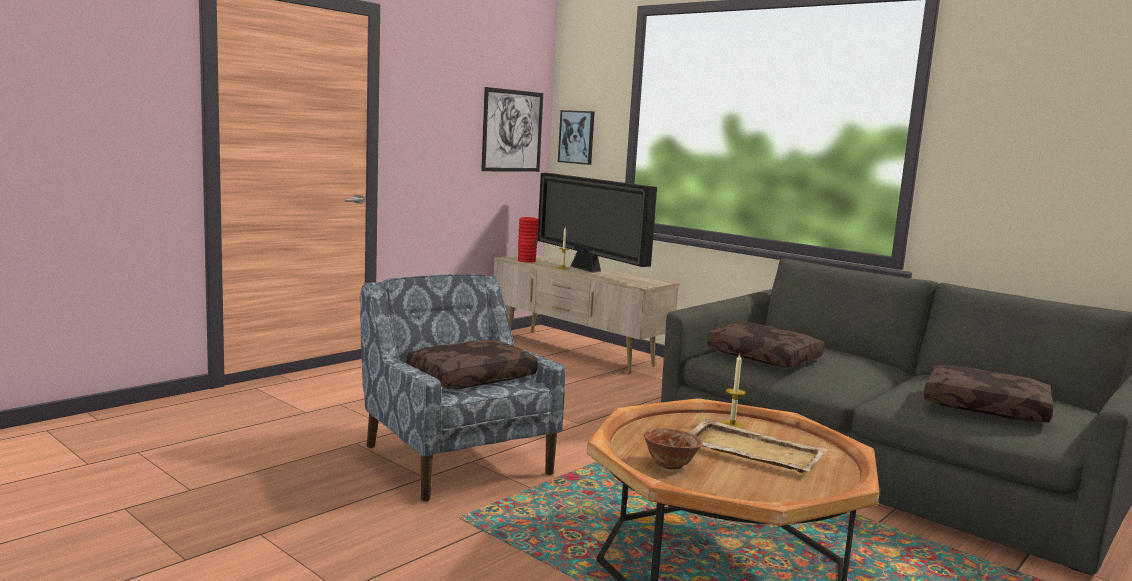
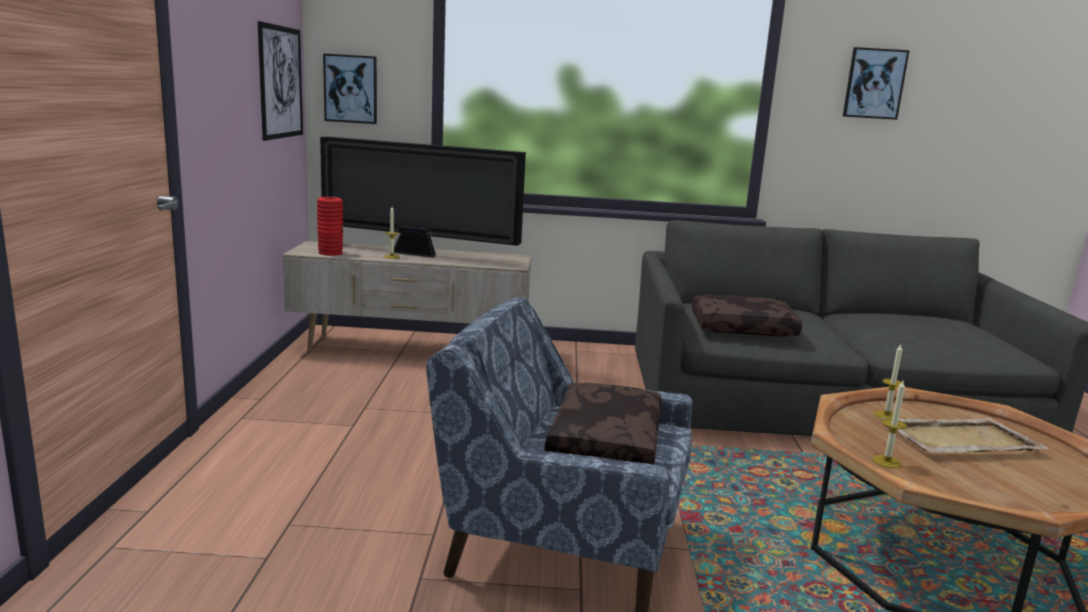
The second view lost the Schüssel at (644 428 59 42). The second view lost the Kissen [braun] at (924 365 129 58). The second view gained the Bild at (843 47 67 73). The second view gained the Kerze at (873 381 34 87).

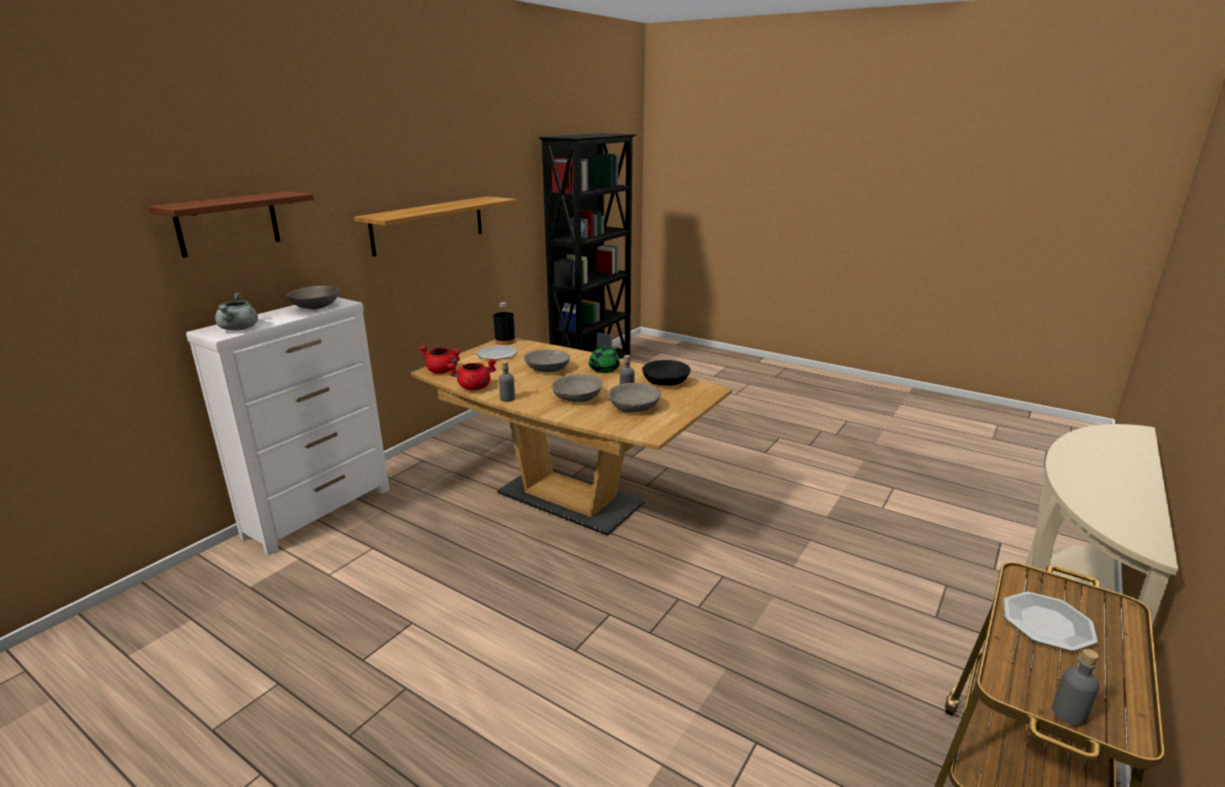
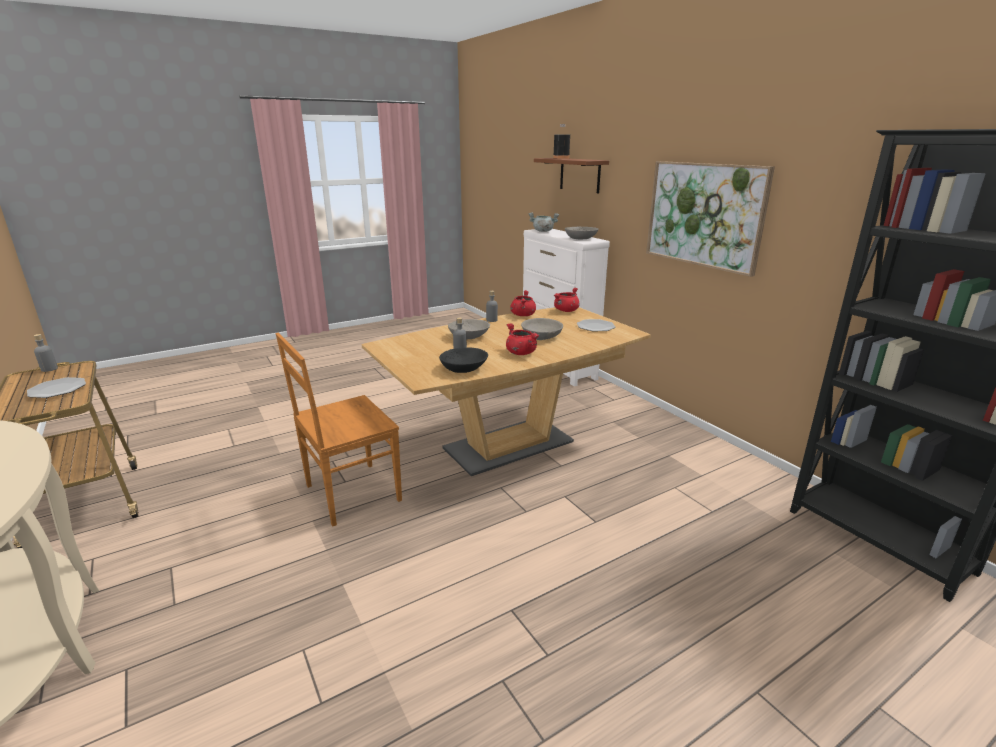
The second view lost the Schüssel [grau] at (608 383 53 29). The second view gained the Stuhl [braun] at (276 333 126 193). The Flasche [schwarz] ended up elsewhere, having gone from (493 302 23 43) to (553 124 17 35). Where the Wandregal hung at (354 196 163 61), the Bild came to hang at (646 161 129 116). Where the Teekanne [grün] stood at (589 346 31 27), the Kochtopf [rot] came to stand at (506 323 33 32).

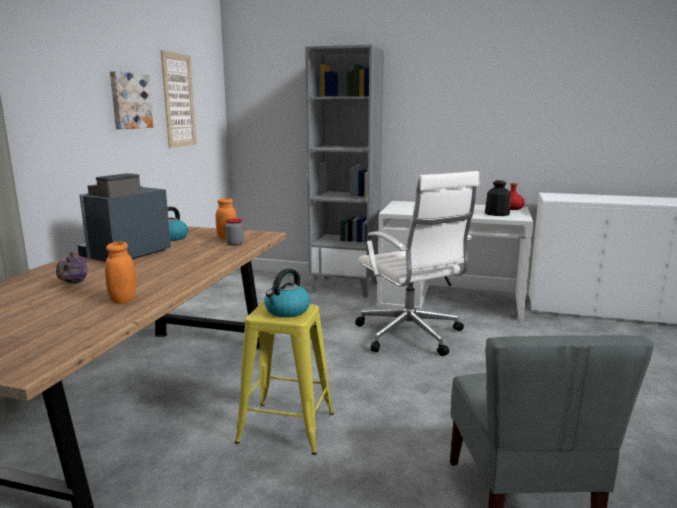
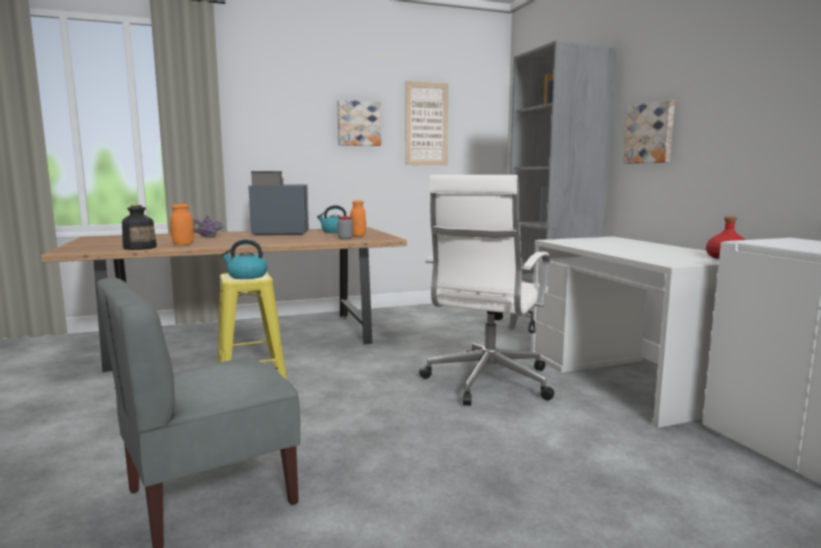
The second view gained the Bild at (623 100 52 64). The Flasche ended up elsewhere, having gone from (485 180 26 36) to (122 205 35 45).

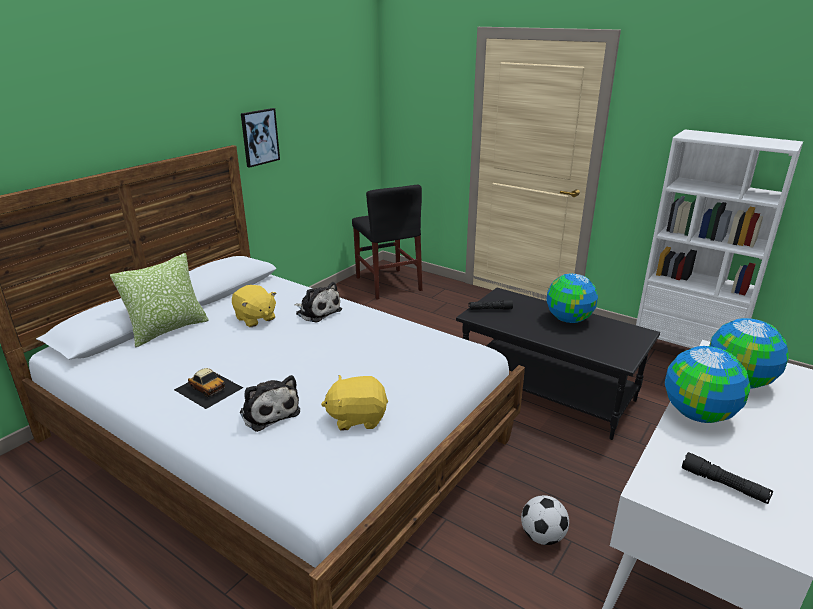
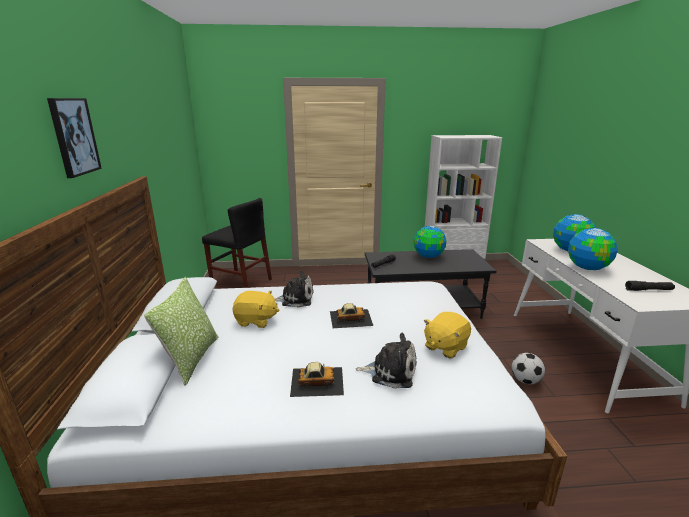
The second view gained the Spielzeugauto at (330 303 43 25). The Bild ended up elsewhere, having gone from (241 108 39 60) to (47 98 55 80).

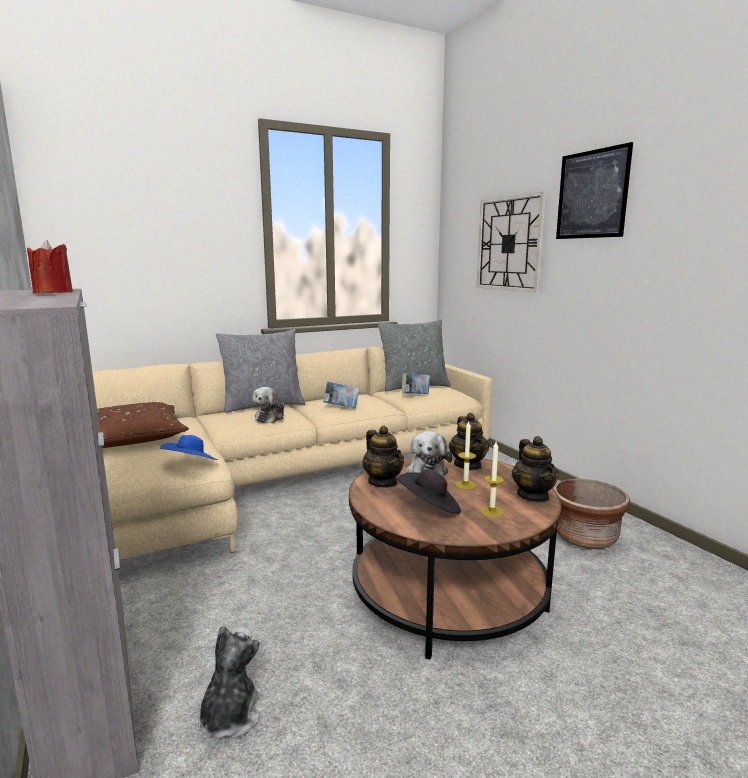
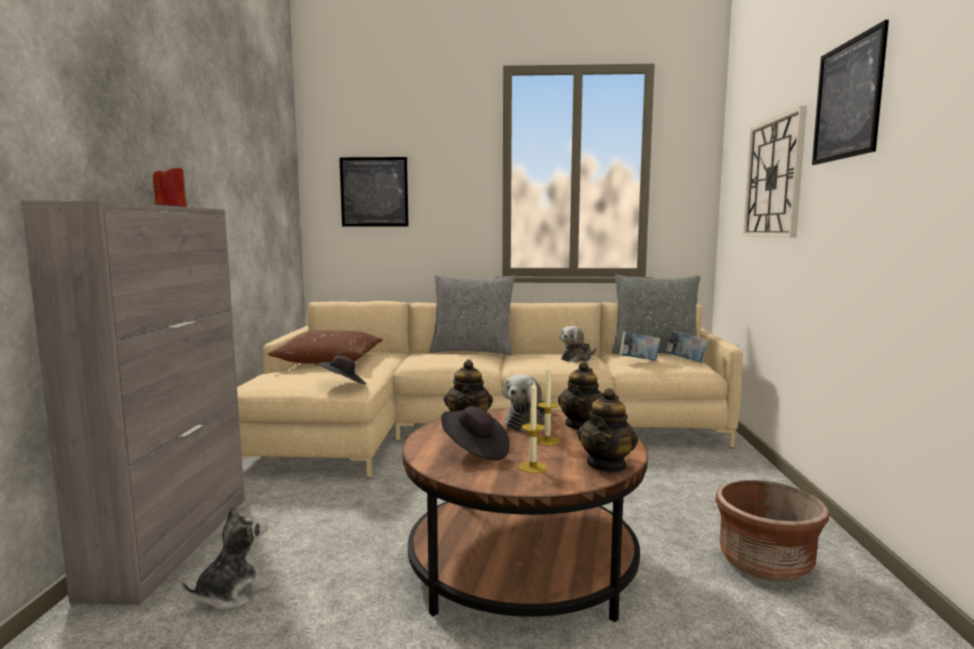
The second view gained the Bild at (339 157 70 69). The Plüschtier ended up elsewhere, having gone from (253 387 32 36) to (560 326 36 37). The Buch ended up elsewhere, having gone from (323 381 37 27) to (666 330 43 33). What was the Hut [blau] at (160 435 58 25) turned into the Hut [schwarz] at (315 355 51 29).

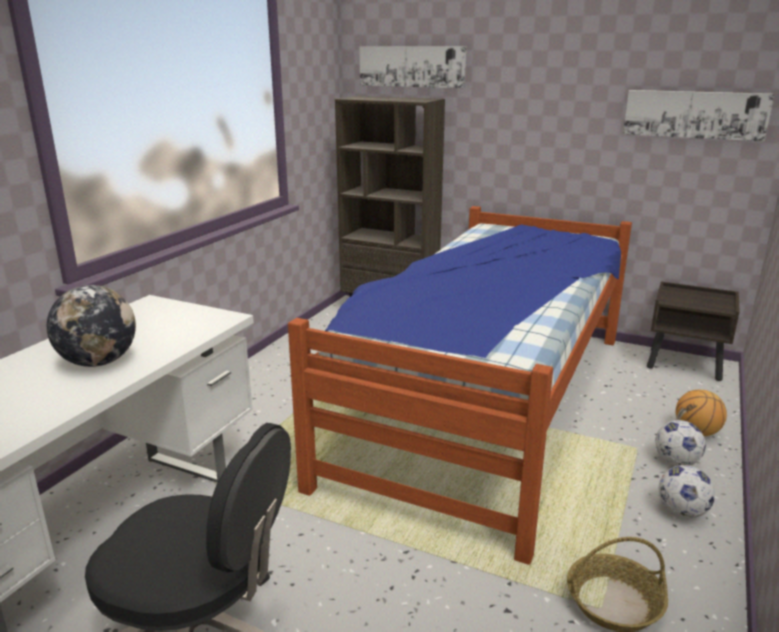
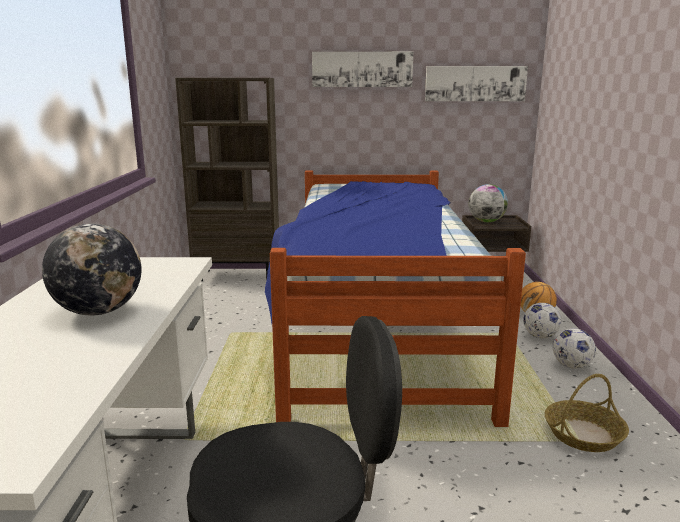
The second view gained the Globus at (469 184 39 38). The Bild ended up elsewhere, having gone from (359 46 107 42) to (312 52 101 35).

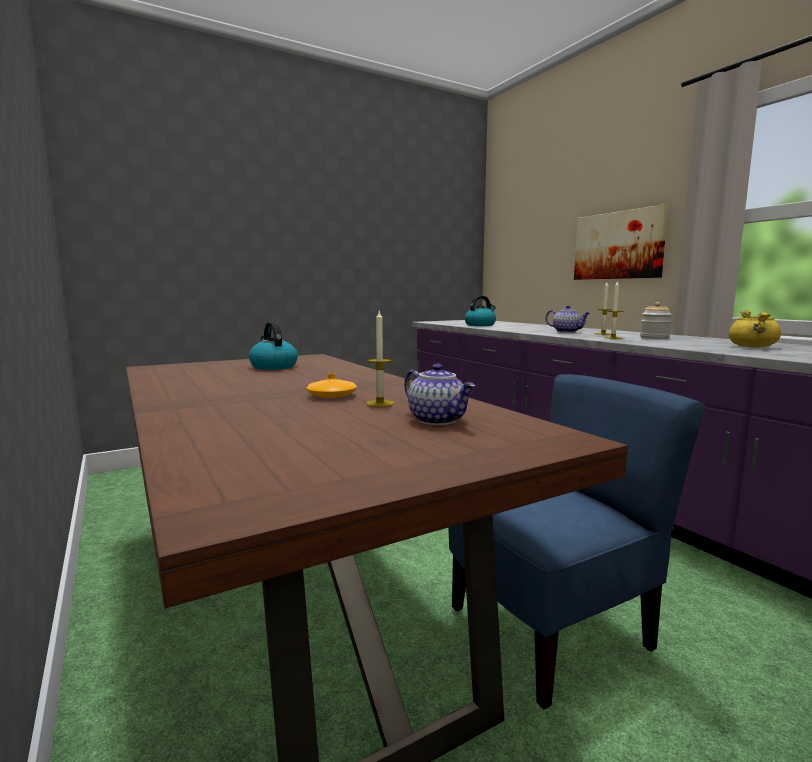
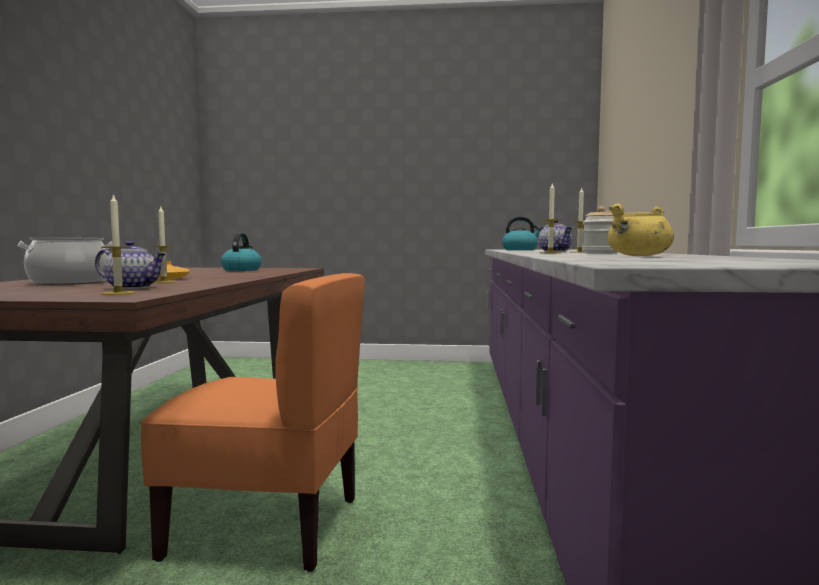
The second view lost the Bild at (574 204 94 76). The second view gained the Kochtopf at (17 237 95 48). The second view gained the Kerze at (101 193 35 102). What was the Stuhl [blau] at (448 374 257 336) turned into the Stuhl [orange] at (140 273 225 299). The Teekanne at (405 364 70 61) ended up facing another way, 75 degrees counterclockwise from before.

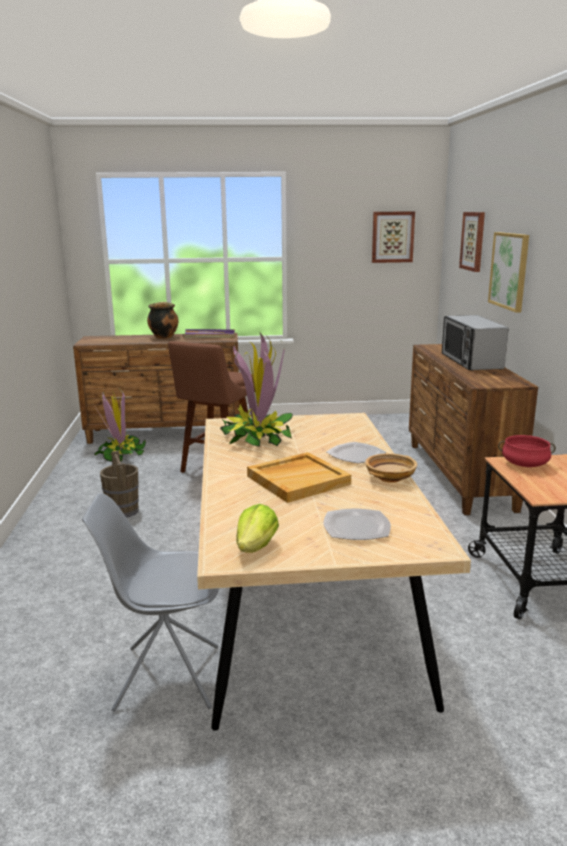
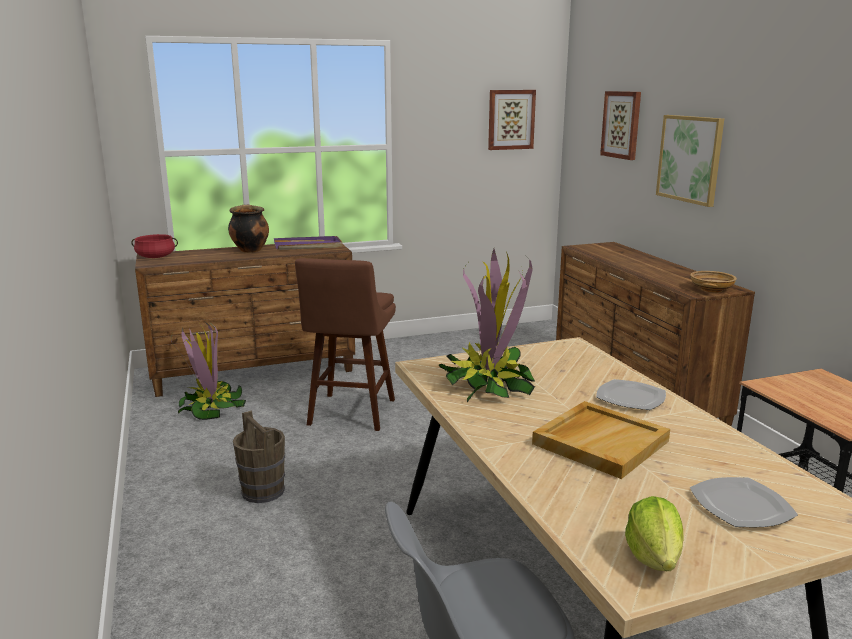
The second view lost the Mikrowelle at (442 315 67 56). The Schüssel [beige] ended up elsewhere, having gone from (365 453 52 30) to (690 271 47 22). The Kochtopf [rot] ended up elsewhere, having gone from (498 435 58 32) to (131 234 47 24).

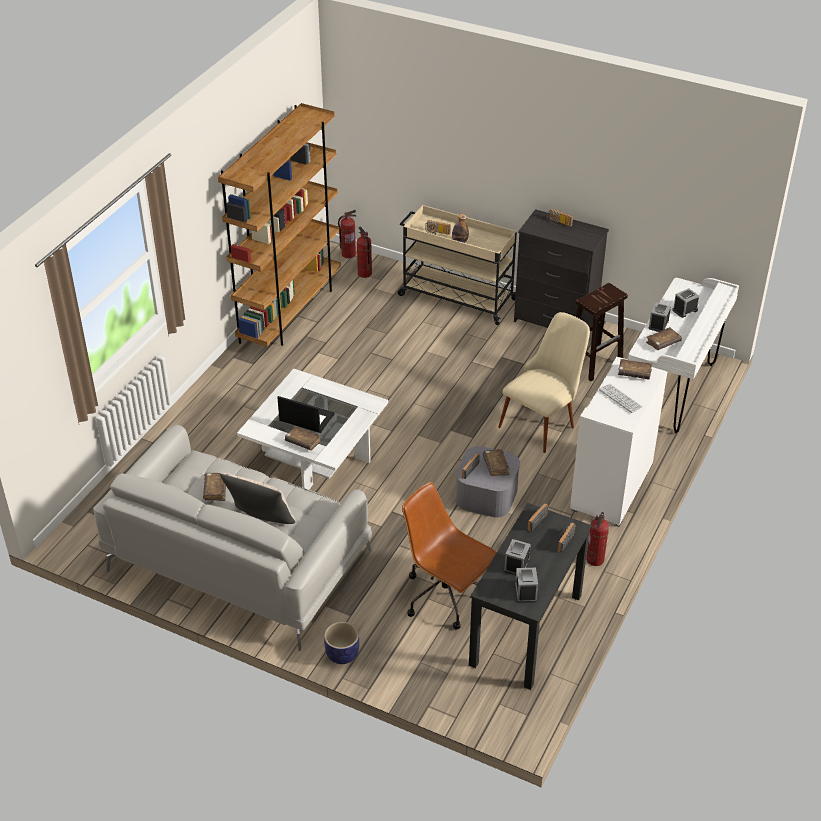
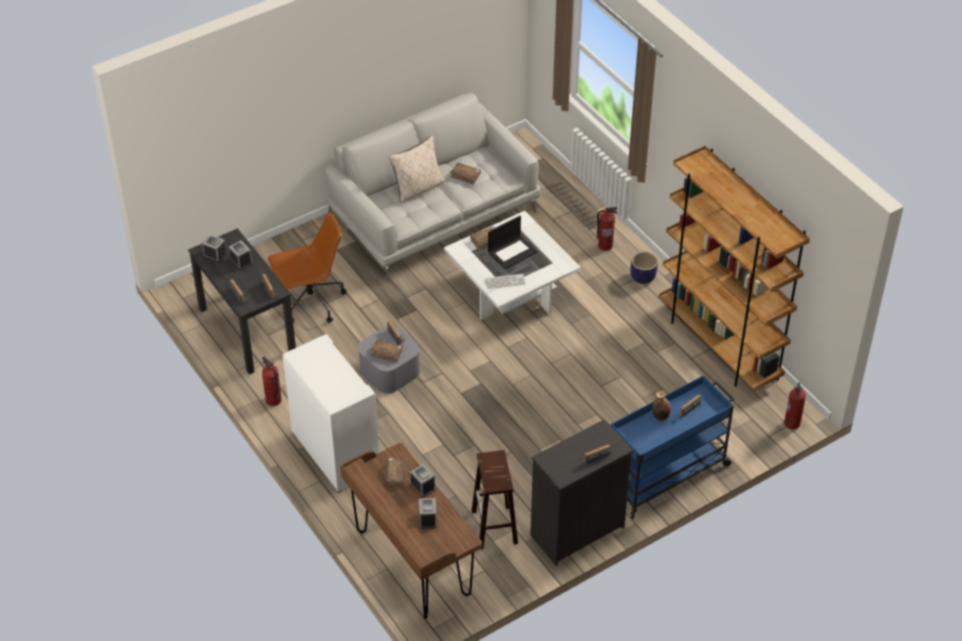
The second view lost the Stuhl [beige] at (498 312 92 141). The second view lost the Buch [braun] at (618 359 34 21). The Pflanzkübel ended up elsewhere, having gone from (324 622 35 42) to (630 252 28 32). The Feuerlöscher ended up elsewhere, having gone from (357 226 15 52) to (597 207 21 44). The Tastatur ended up elsewhere, having gone from (599 384 44 29) to (485 274 41 15). What was the Rollwagen [beige] at (398 205 119 120) turned into the Rollwagen [blau] at (610 375 124 144). What was the Schreibtisch [weiß] at (628 278 111 155) turned into the Schreibtisch [braun] at (340 443 142 176).

